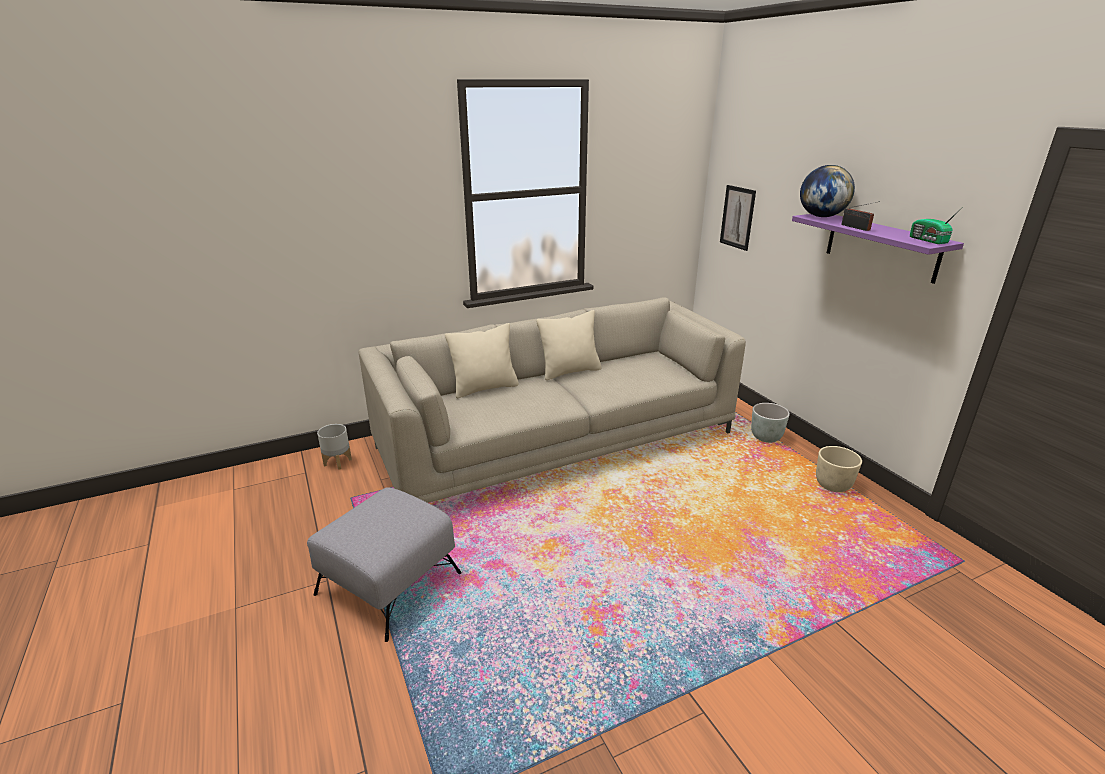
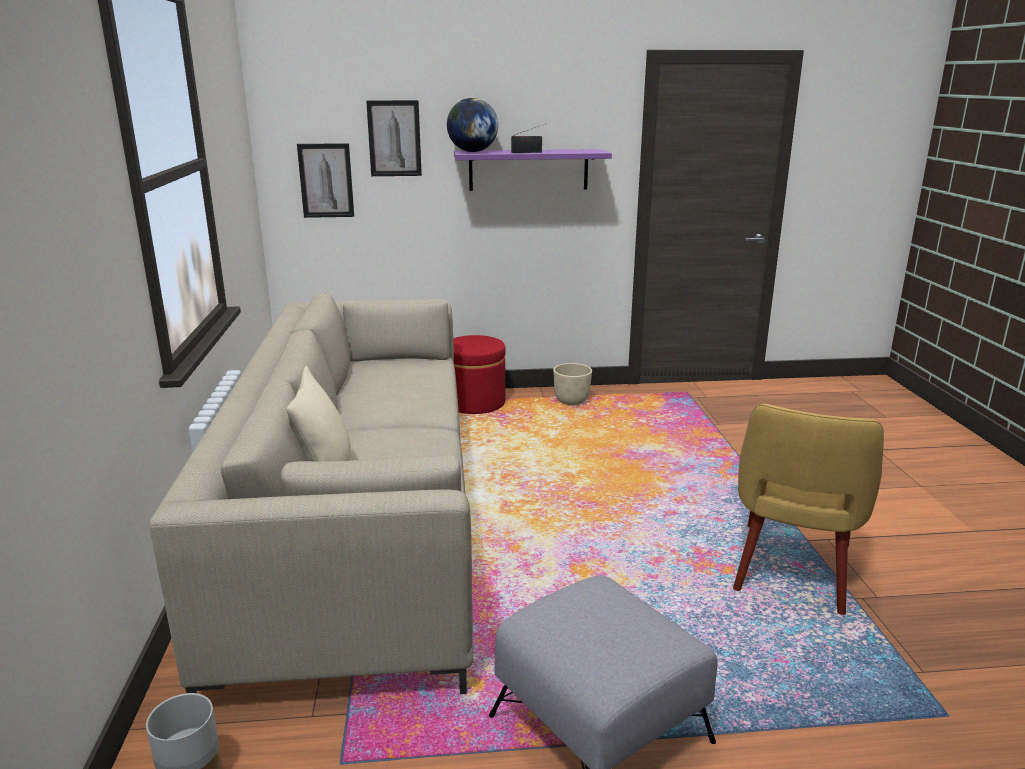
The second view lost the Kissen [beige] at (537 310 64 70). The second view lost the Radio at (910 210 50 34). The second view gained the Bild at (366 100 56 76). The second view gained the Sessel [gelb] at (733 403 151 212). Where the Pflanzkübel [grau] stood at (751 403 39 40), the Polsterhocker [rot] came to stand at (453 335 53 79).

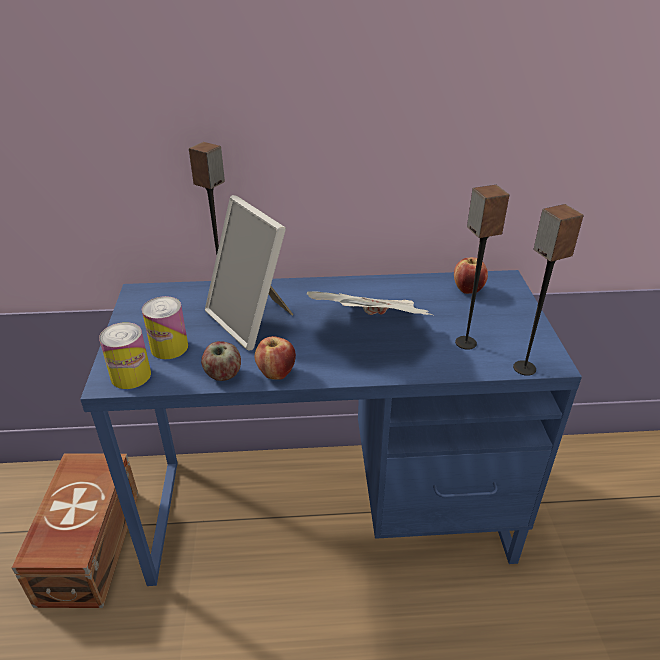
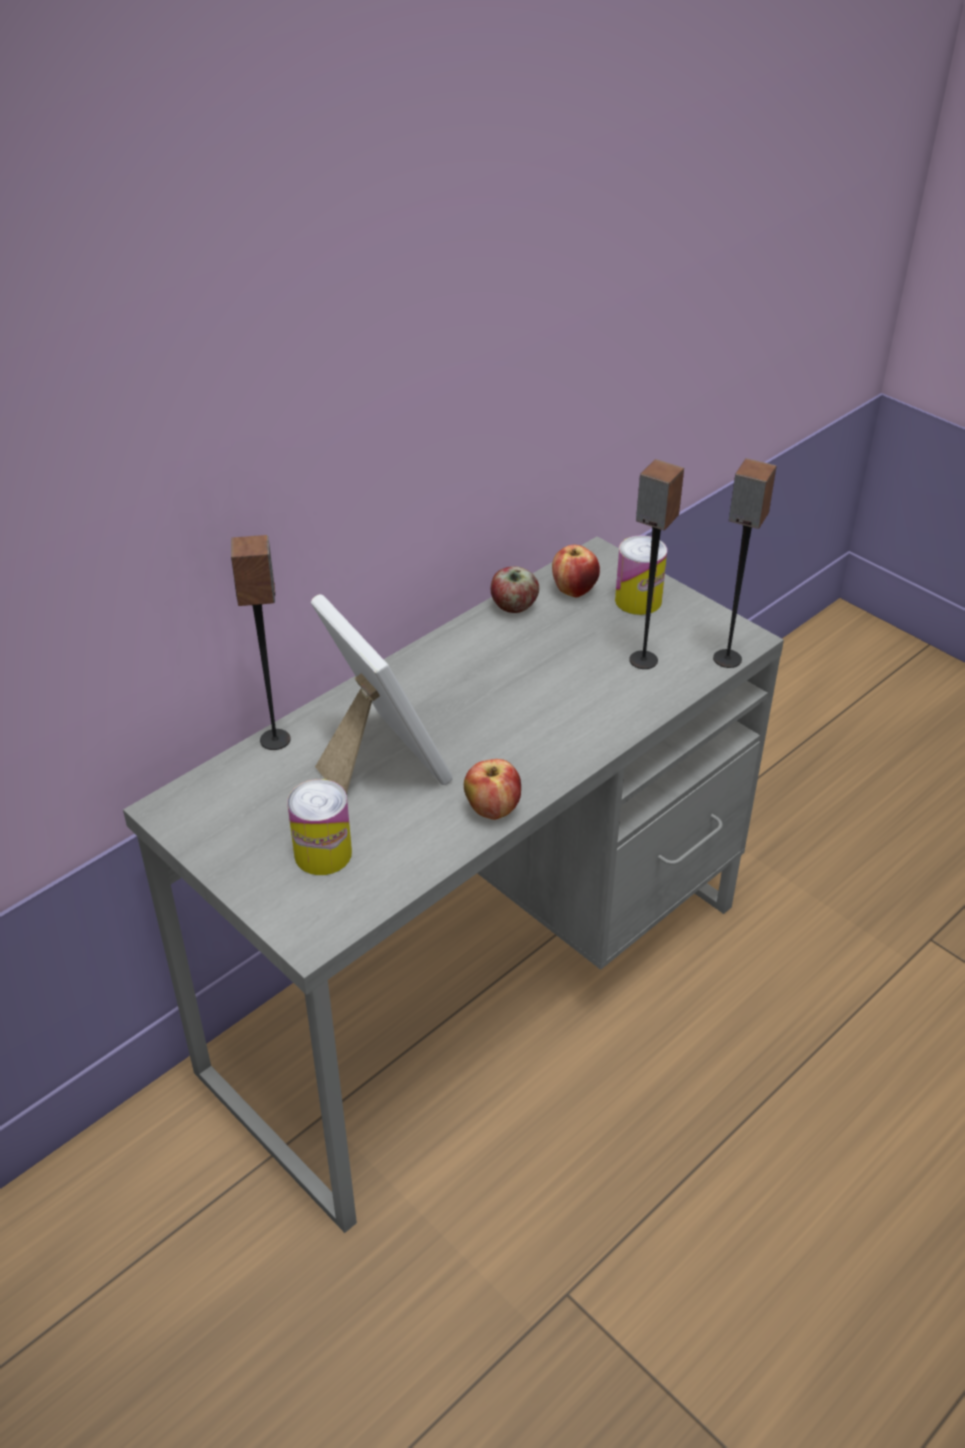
The second view lost the Aufbewahrungsbox [braun] at (12 454 126 154). The second view lost the Zeitung at (307 291 128 25). The Dose ended up elsewhere, having gone from (99 322 52 67) to (615 535 52 80). The Apfel ended up elsewhere, having gone from (201 341 40 40) to (491 566 48 47). What was the Schreibtisch [blau] at (80 270 502 316) turned into the Schreibtisch [grau] at (123 536 661 697). The Bilderrahmen at (205 195 89 155) ended up facing another way, 135 degrees counterclockwise from before.

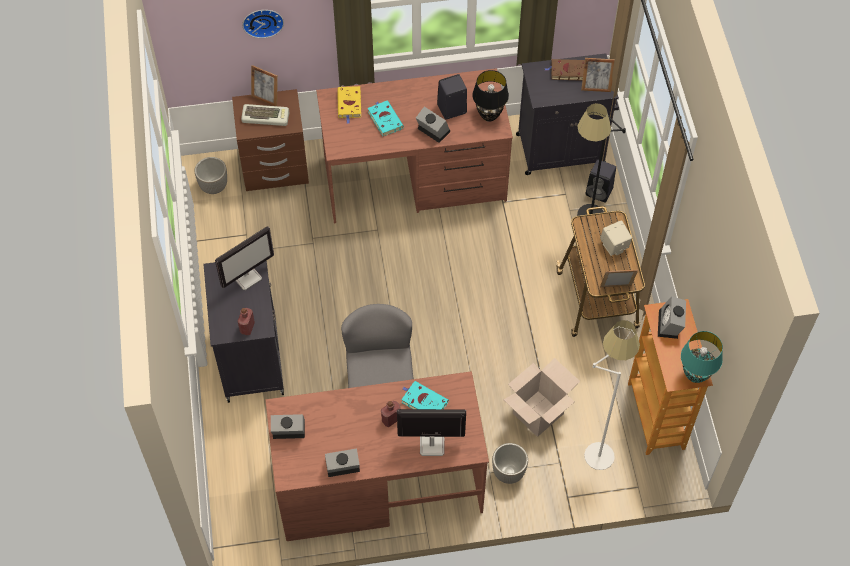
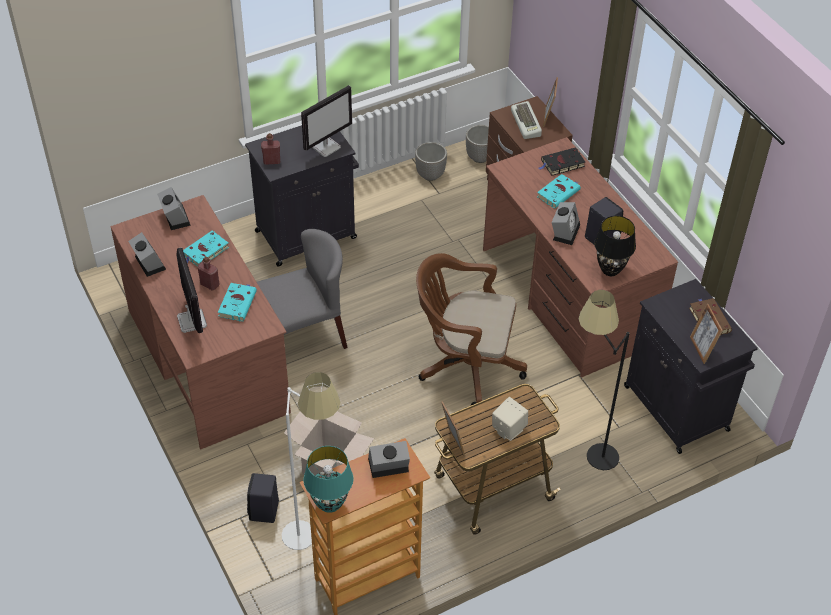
The second view lost the Wanduhr at (243 10 41 28). The second view gained the Buch [türkis] at (183 231 46 36). The second view gained the Bürostuhl [braun] at (416 253 111 152). The Pflanzkübel ended up elsewhere, having gone from (492 443 36 41) to (415 142 32 39). The Lautsprecher [schwarz] ended up elsewhere, having gone from (585 159 31 44) to (247 473 32 50). What was the Buch [gelb] at (337 86 24 38) turned into the Buch [schwarz] at (539 148 46 28). The Monitor at (215 227 59 63) ended up facing another way, 75 degrees counterclockwise from before.

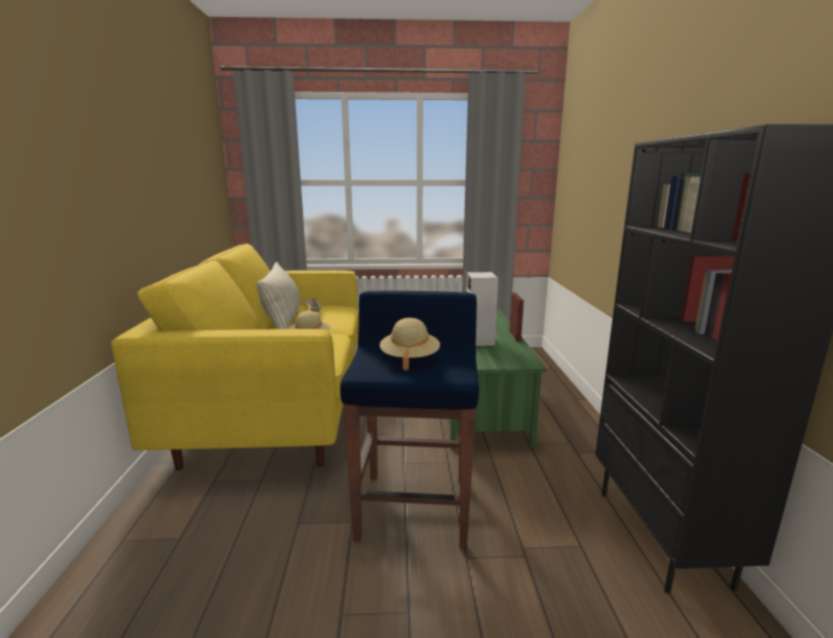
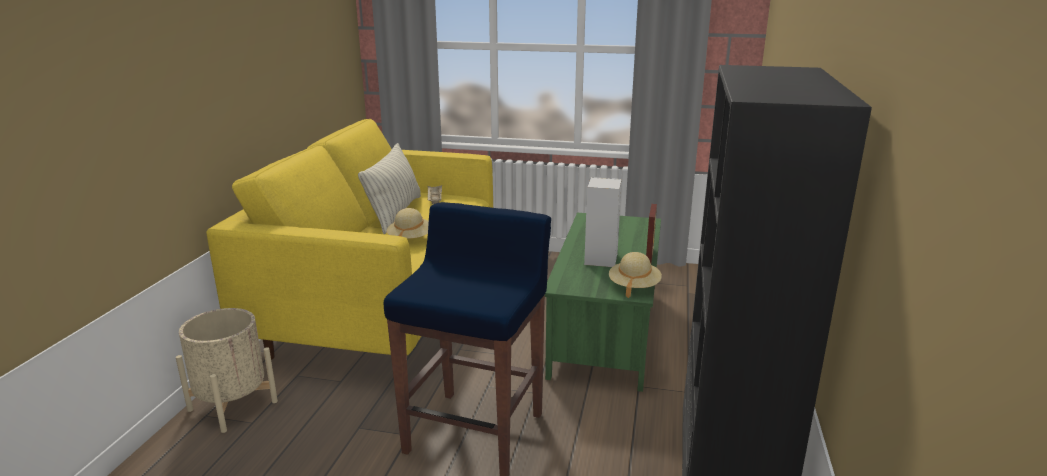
The second view gained the Pflanzkübel [beige] at (176 308 102 125). The Hut [beige] ended up elsewhere, having gone from (380 318 60 53) to (609 252 53 46).

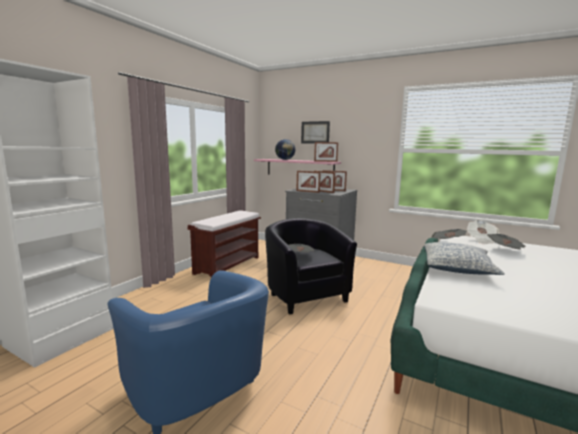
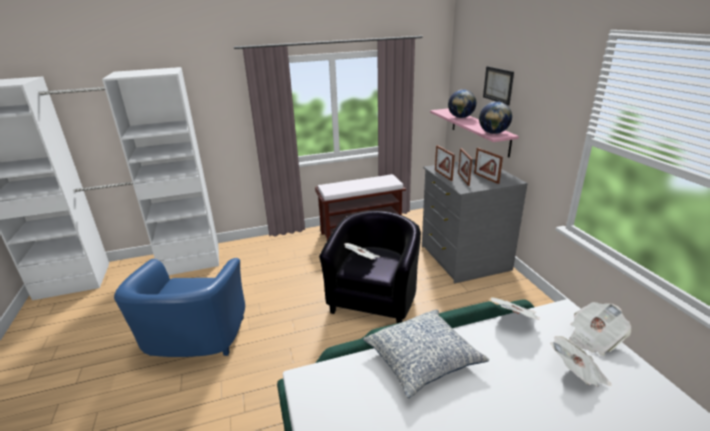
Where the Bilderrahmen stood at (314 142 24 20), the Globus came to stand at (479 101 33 33).

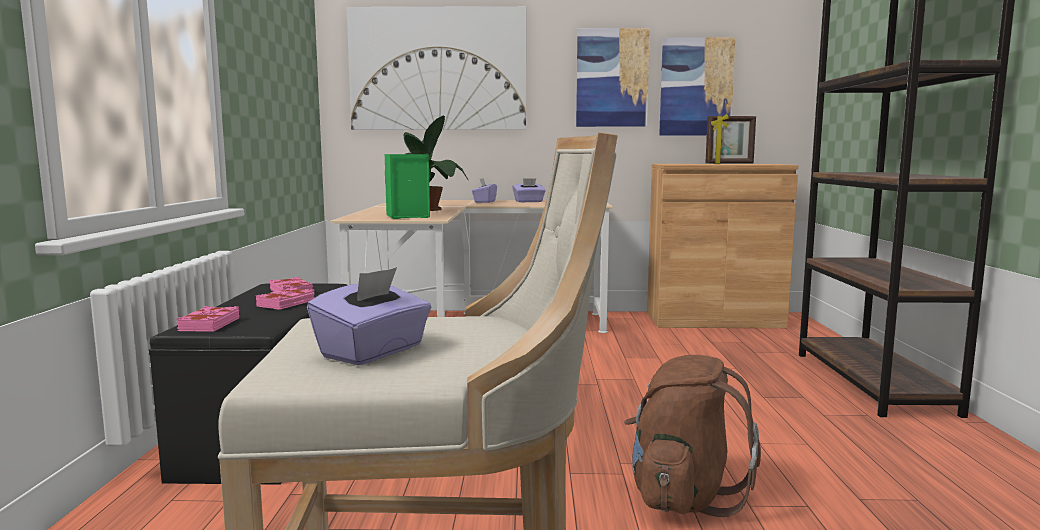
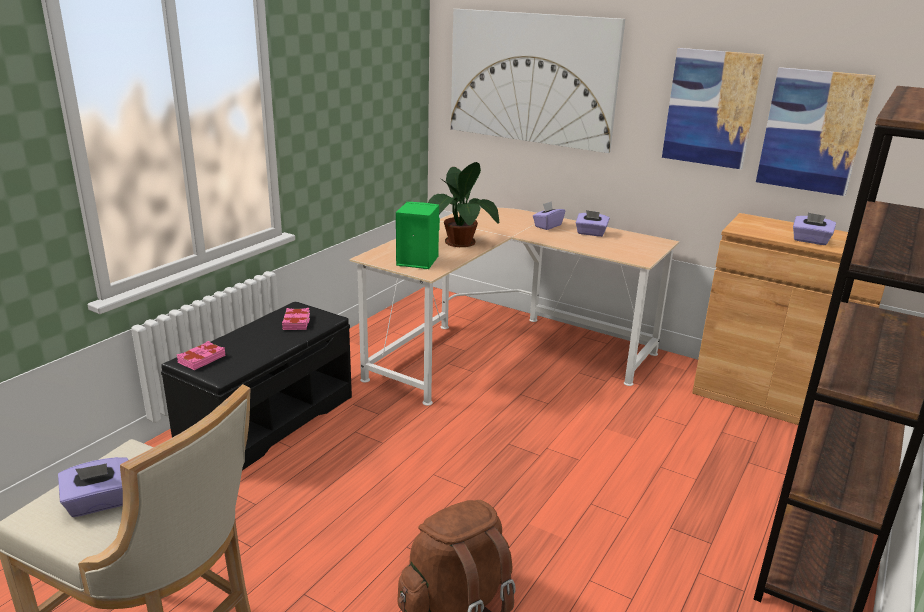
The second view lost the Buch [rosa] at (256 287 59 23). Where the Bilderrahmen stood at (705 114 51 50), the Taschentuchbox [lila] came to stand at (793 212 43 33).

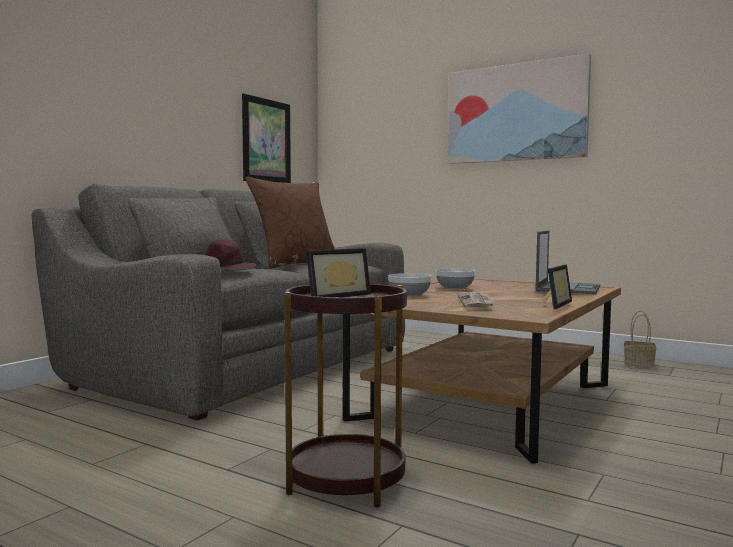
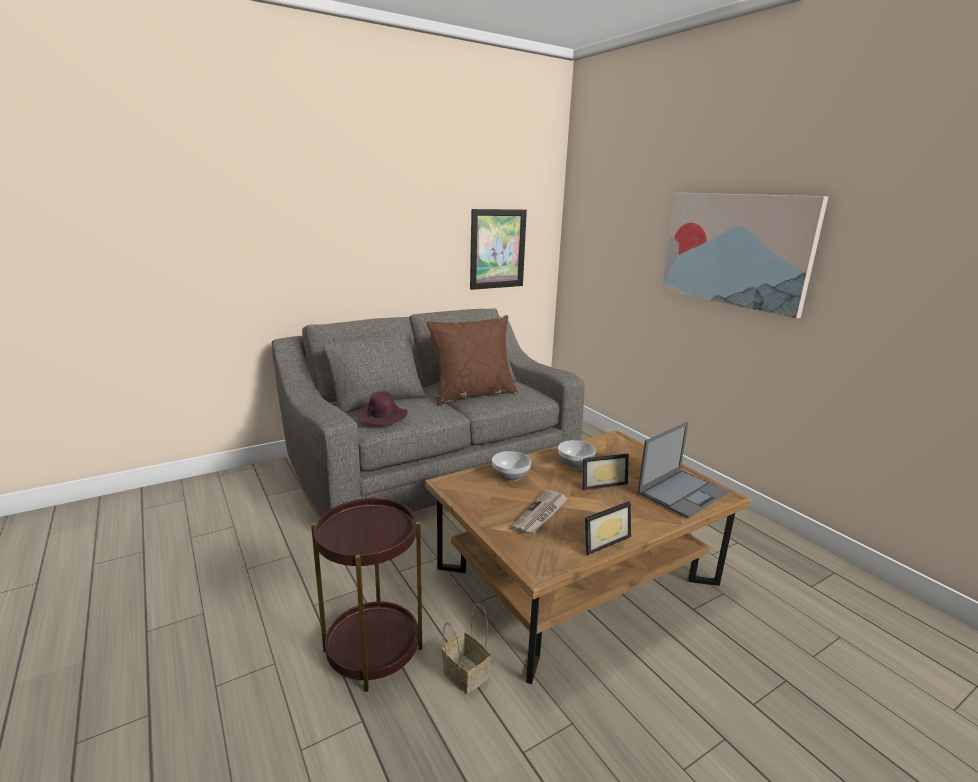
The Bilderrahmen ended up elsewhere, having gone from (306 248 65 49) to (583 453 46 37). The Korb ended up elsewhere, having gone from (624 311 32 57) to (441 603 50 91).

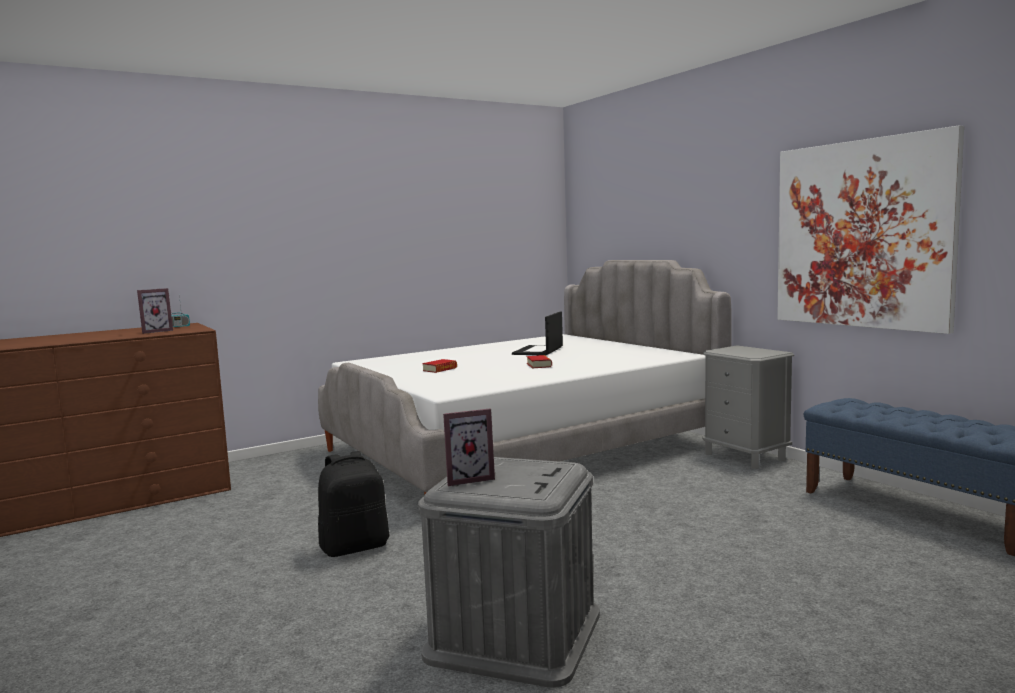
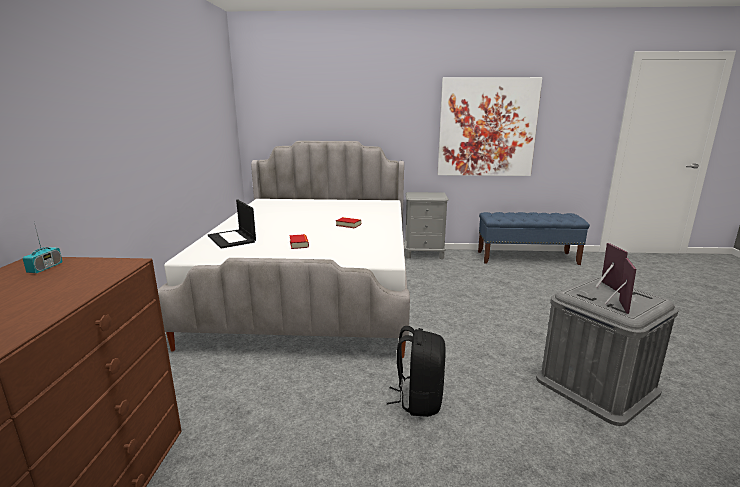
The Bilderrahmen ended up elsewhere, having gone from (137 288 36 46) to (595 243 33 50). The Laptop ended up elsewhere, having gone from (512 311 51 45) to (208 199 48 50).

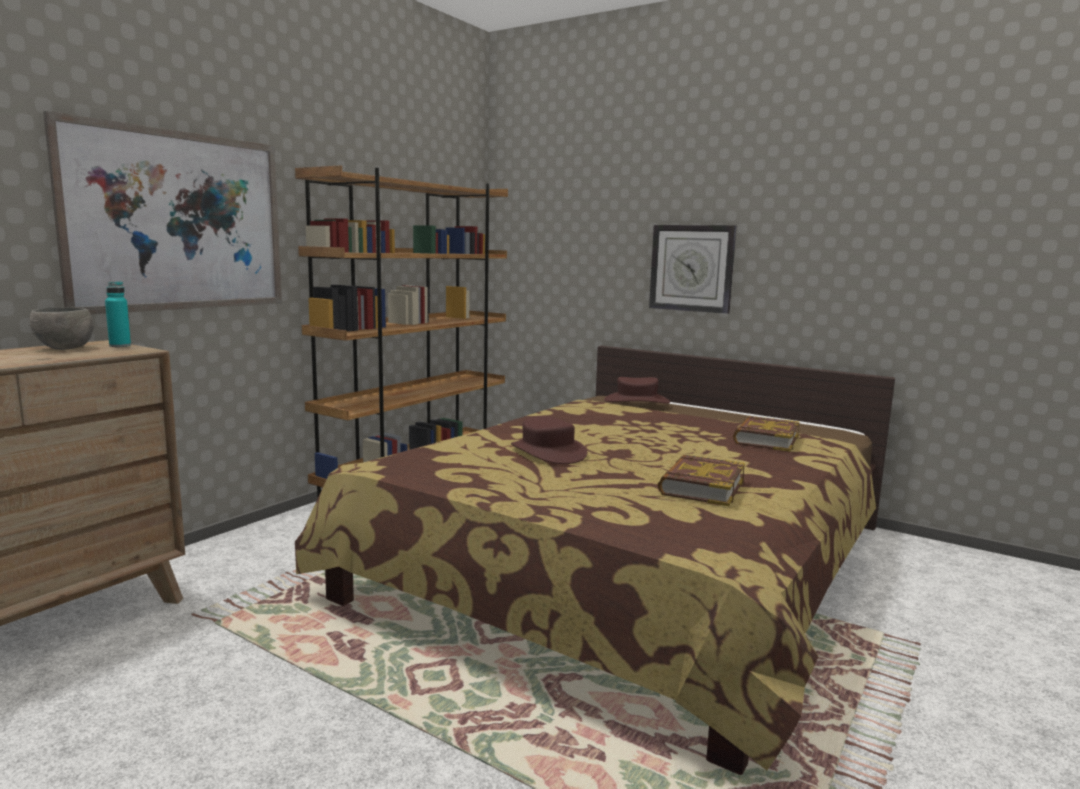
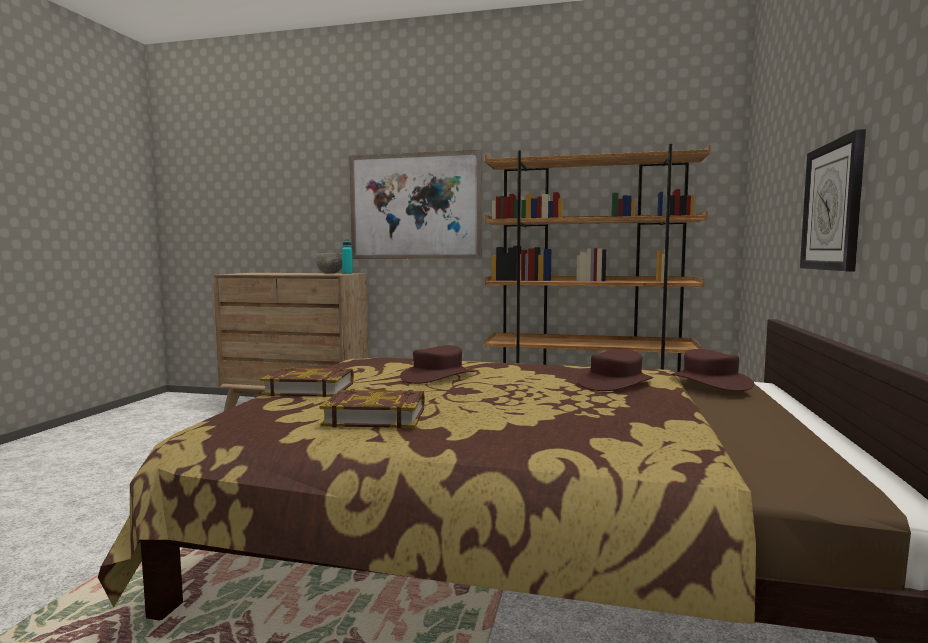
The second view gained the Hut [braun] at (578 349 75 42). The Buch ended up elsewhere, having gone from (733 416 67 35) to (260 367 94 30).

